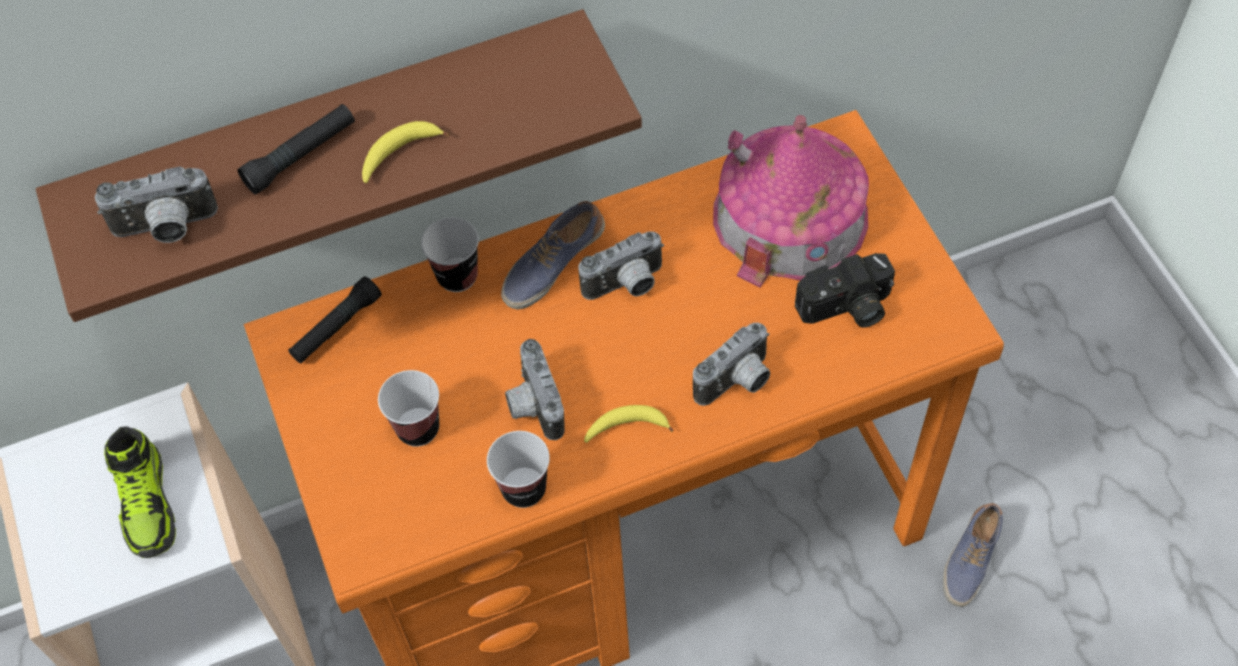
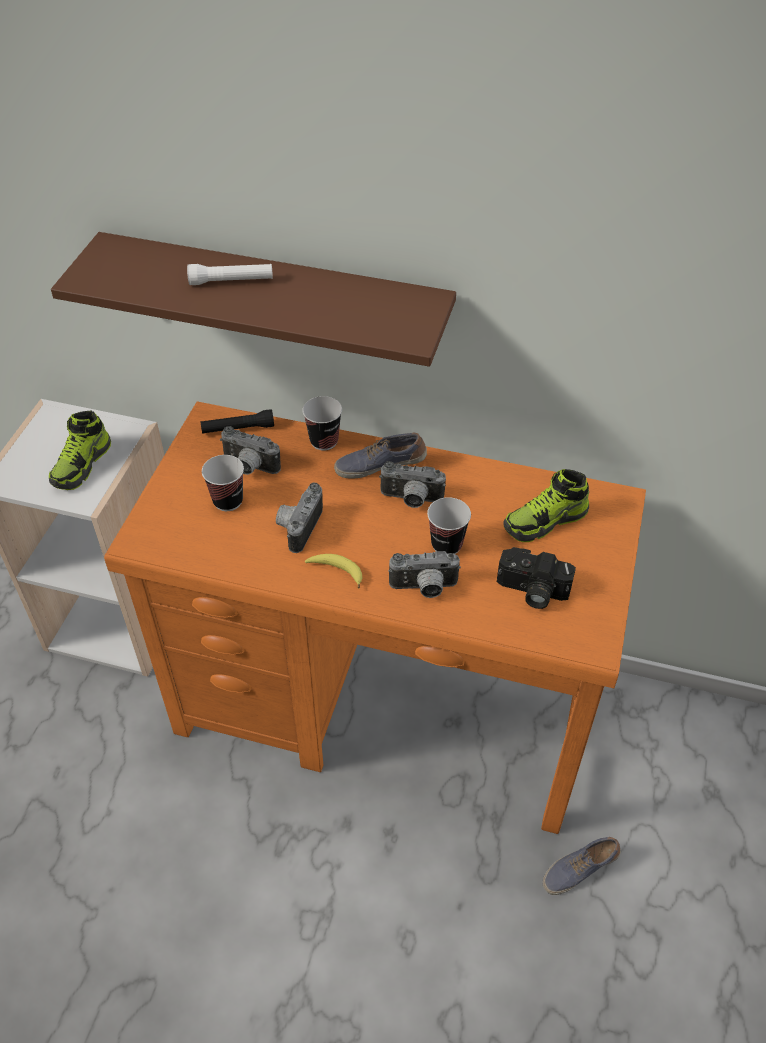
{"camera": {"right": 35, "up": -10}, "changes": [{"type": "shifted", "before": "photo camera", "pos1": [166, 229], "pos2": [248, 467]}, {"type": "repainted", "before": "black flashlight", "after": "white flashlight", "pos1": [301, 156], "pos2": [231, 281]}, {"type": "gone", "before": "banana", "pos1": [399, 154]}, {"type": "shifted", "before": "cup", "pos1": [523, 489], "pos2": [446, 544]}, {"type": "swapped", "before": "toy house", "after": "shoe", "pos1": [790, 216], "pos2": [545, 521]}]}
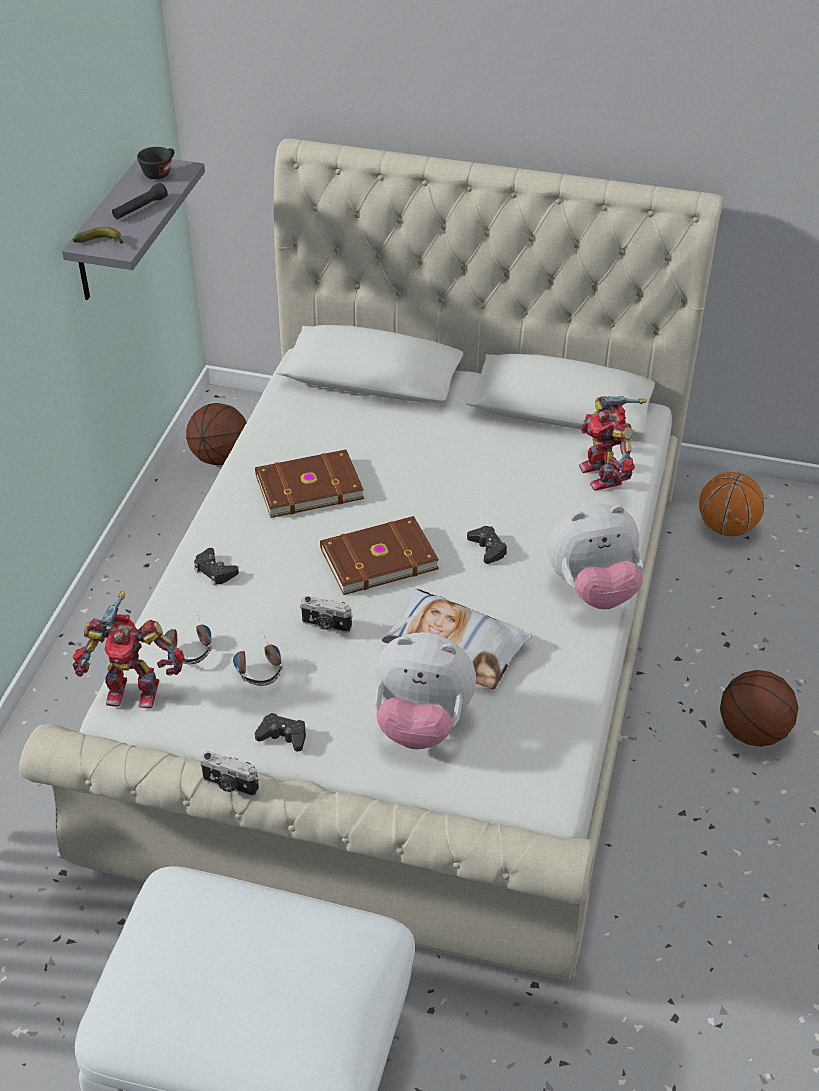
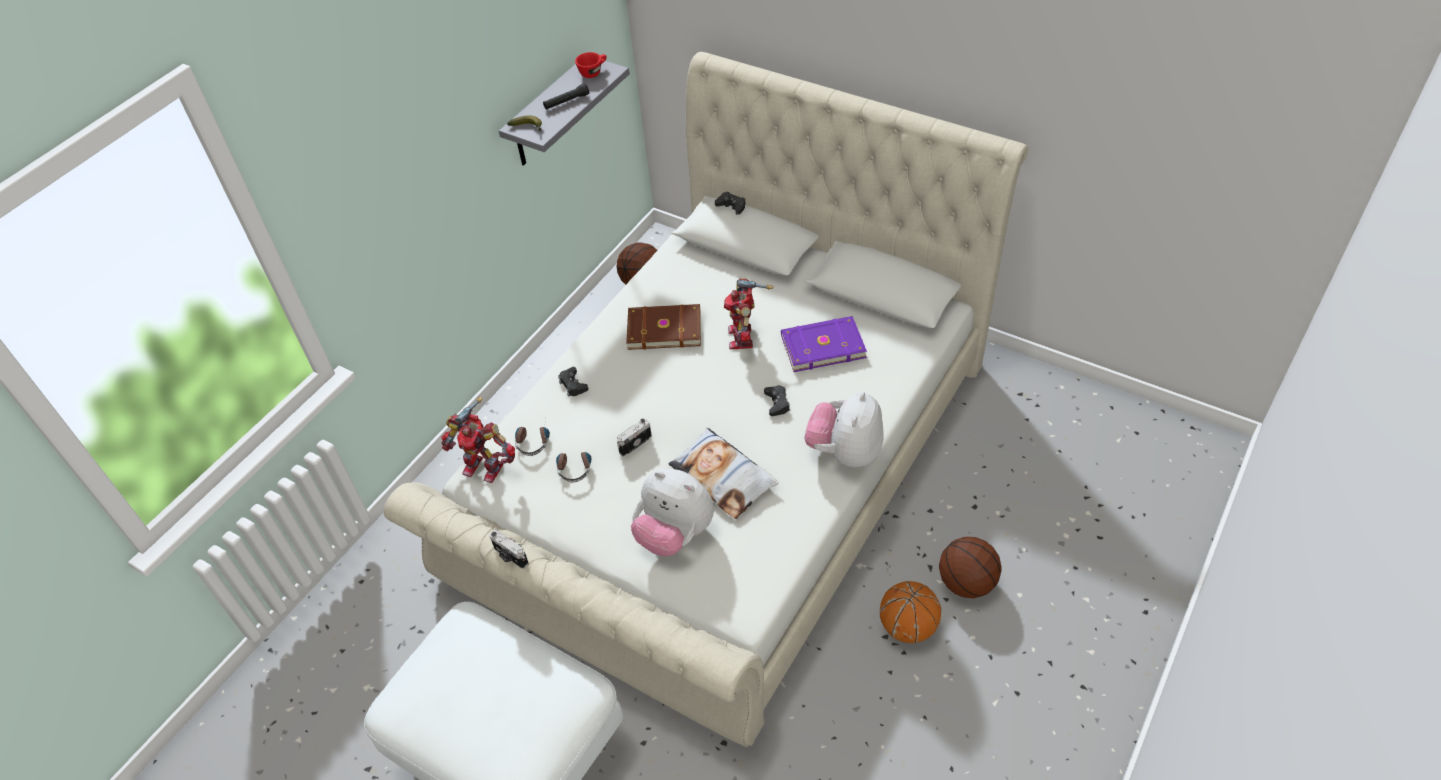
{"camera": {"right": 20, "up": 5}, "changes": [{"type": "repainted", "before": "black cup", "after": "red cup", "pos1": [160, 172], "pos2": [593, 72]}, {"type": "shifted", "before": "black game controller", "pos1": [283, 736], "pos2": [731, 206]}, {"type": "rotated", "before": "photo camera", "pos1": [326, 625], "pos2": [634, 443], "turn": 105}, {"type": "gone", "before": "brown book", "pos1": [377, 558]}, {"type": "rotated", "before": "plush toy", "pos1": [593, 589], "pos2": [845, 452], "turn": 105}, {"type": "shifted", "before": "toy robot", "pos1": [603, 474], "pos2": [743, 337]}, {"type": "shifted", "before": "basketball", "pos1": [726, 527], "pos2": [908, 627]}, {"type": "new", "after": "purple book", "pos2": [822, 345]}]}
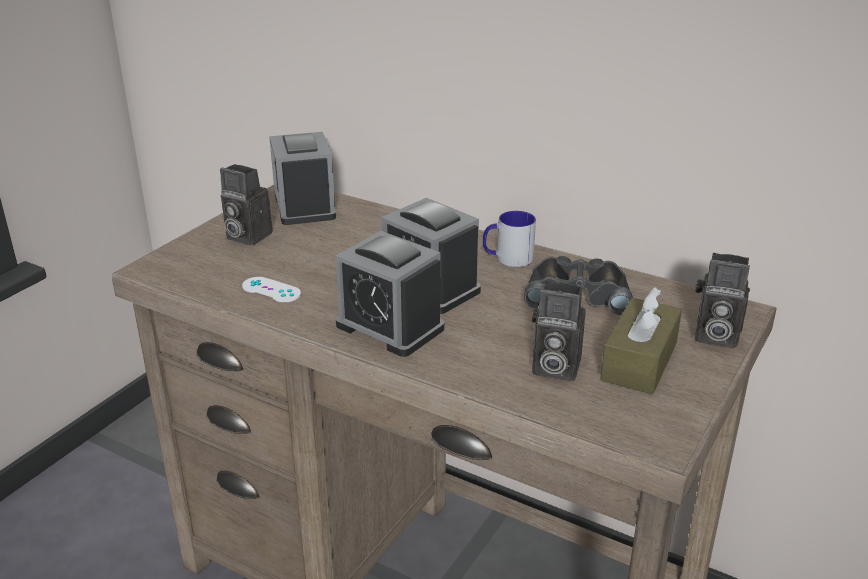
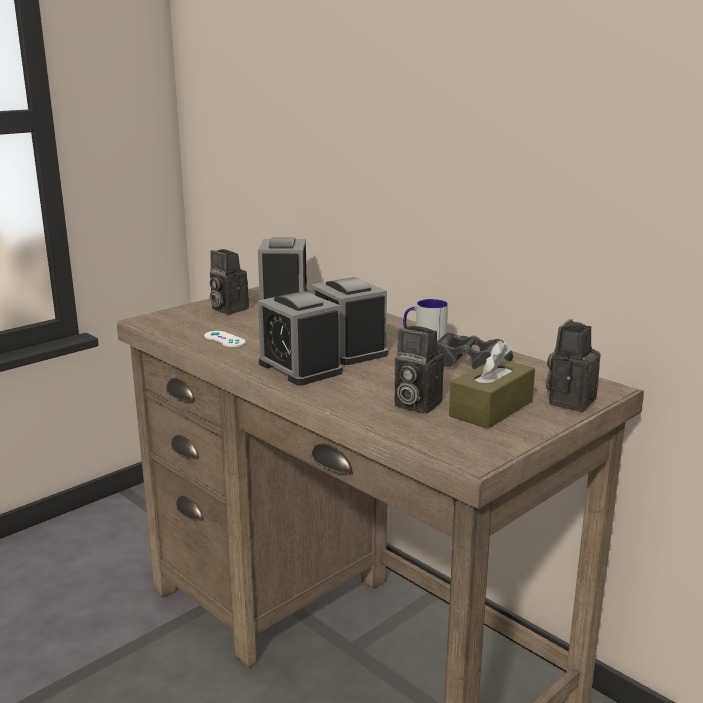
{"camera": {"right": 15, "up": -10}, "changes": [{"type": "rotated", "before": "photo camera", "pos1": [713, 336], "pos2": [569, 400], "turn": 90}]}
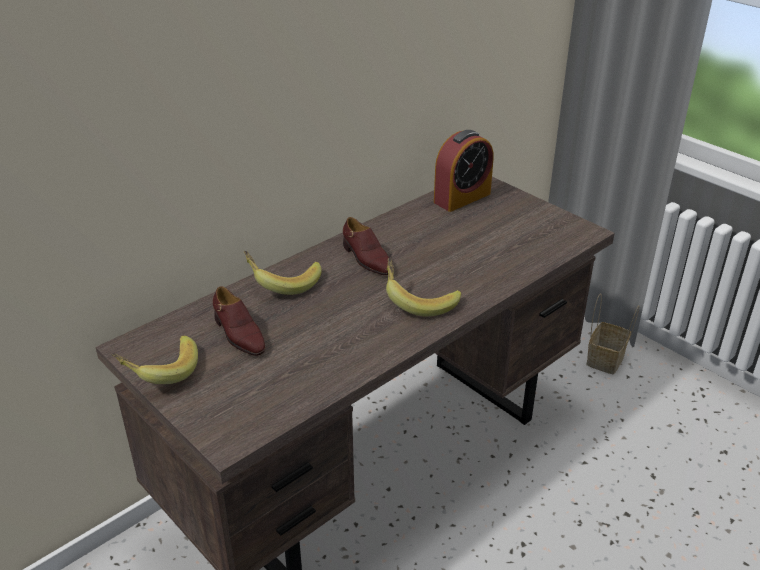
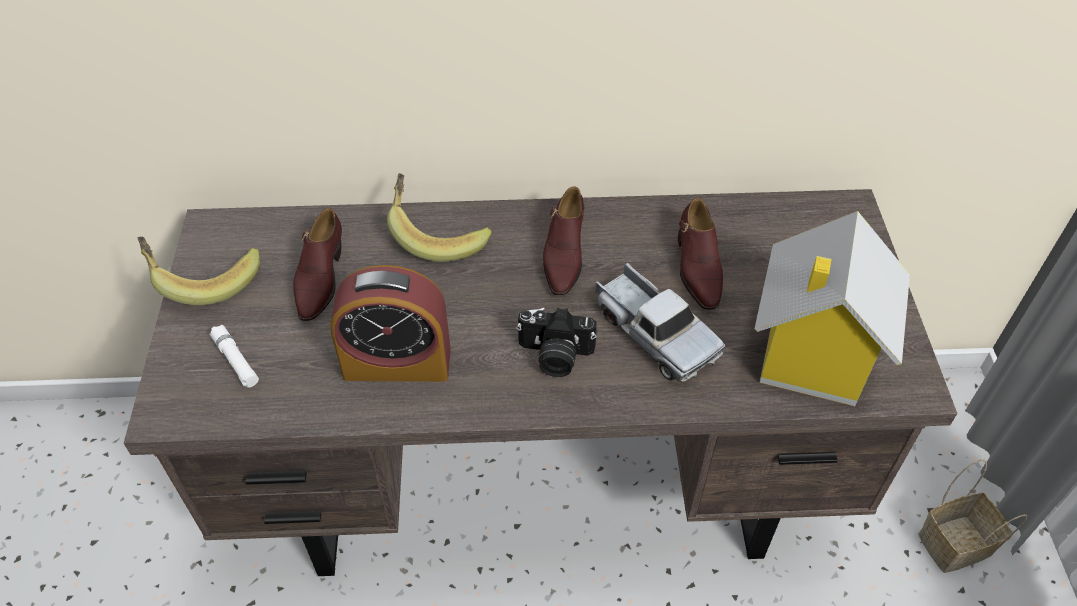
{"camera": {"right": 40, "up": 15}, "changes": [{"type": "swapped", "before": "banana", "after": "photo camera", "pos1": [418, 300], "pos2": [554, 356]}, {"type": "shifted", "before": "alarm clock", "pos1": [462, 198], "pos2": [397, 362]}, {"type": "new", "after": "white flashlight", "pos2": [235, 360]}, {"type": "new", "after": "toy truck", "pos2": [654, 333]}, {"type": "new", "after": "brown shoe", "pos2": [697, 268]}, {"type": "new", "after": "toy house", "pos2": [811, 355]}]}
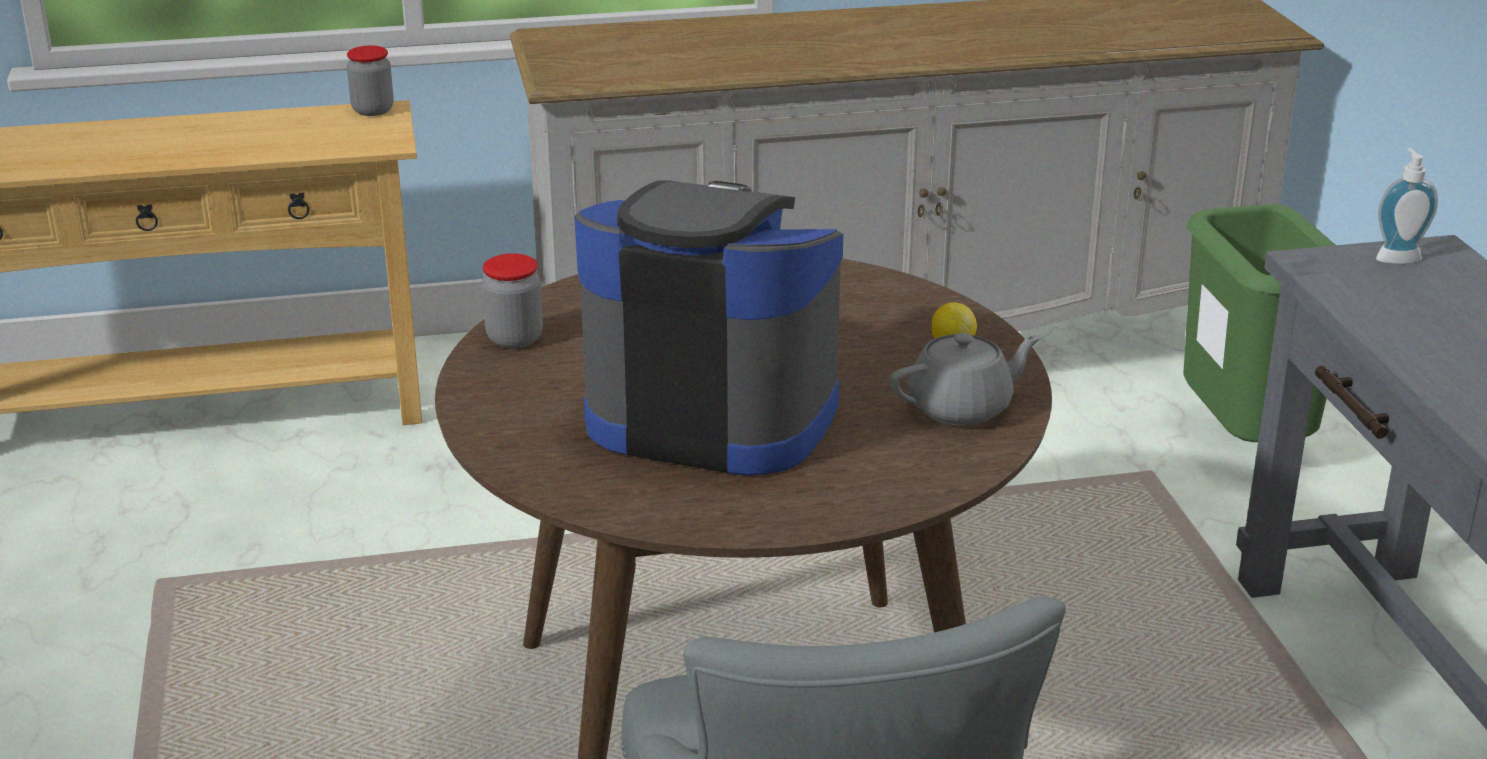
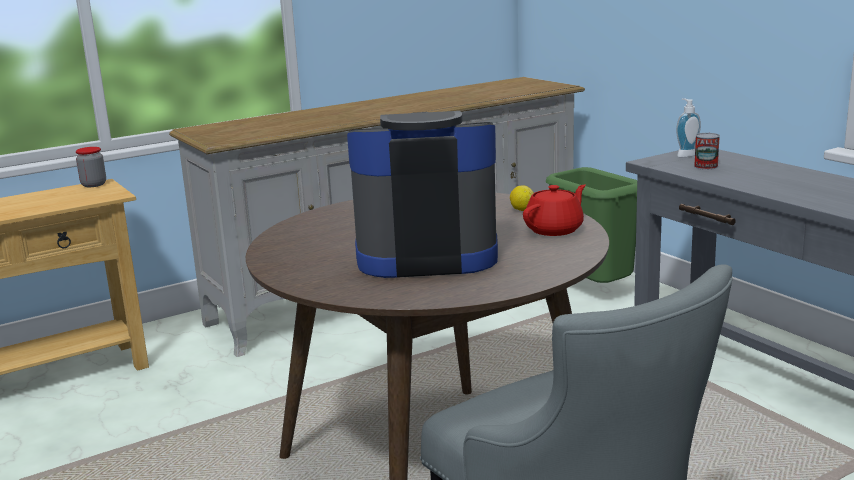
{"camera": {"right": -20, "up": -10}, "changes": [{"type": "gone", "before": "jar", "pos1": [515, 339]}, {"type": "repainted", "before": "grey teapot", "after": "red teapot", "pos1": [962, 408], "pos2": [555, 230]}, {"type": "new", "after": "can", "pos2": [706, 166]}]}
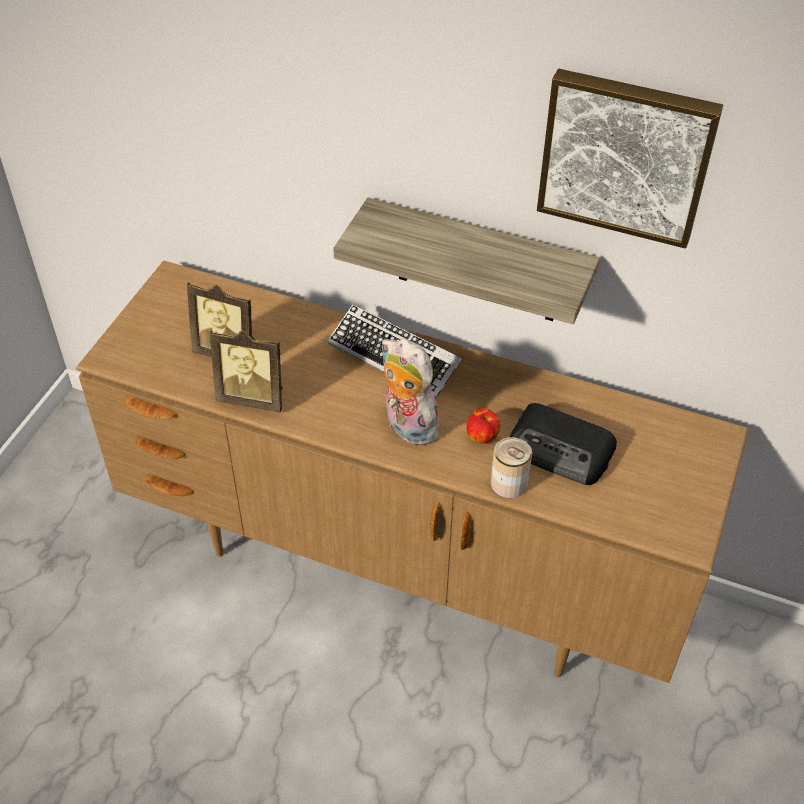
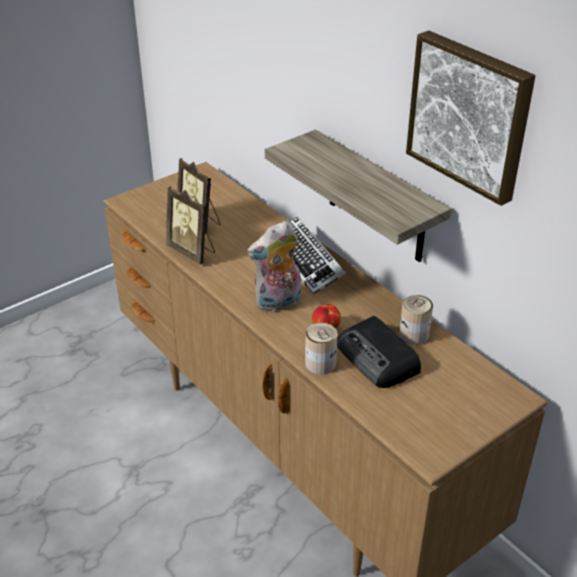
{"camera": {"right": 30, "up": -10}, "changes": [{"type": "rotated", "before": "plush toy", "pos1": [406, 426], "pos2": [278, 303], "turn": -105}, {"type": "new", "after": "can", "pos2": [414, 334]}]}
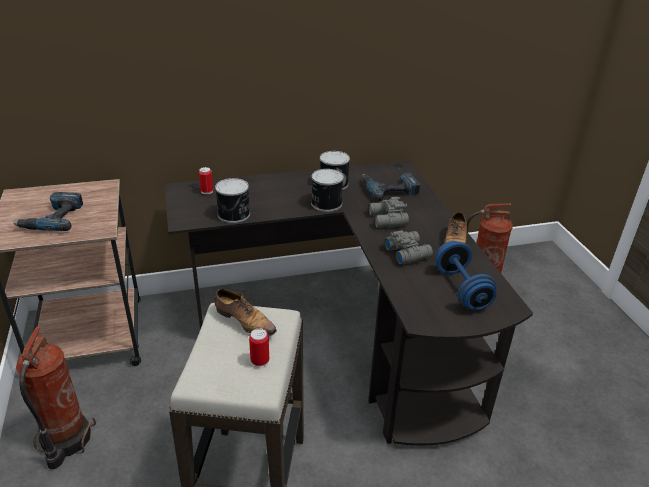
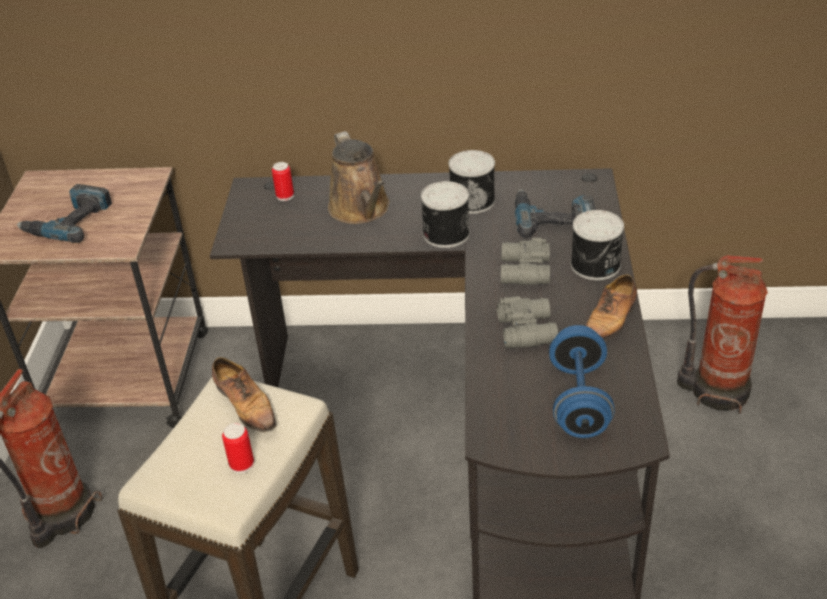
{"camera": {"right": 20, "up": 5}, "changes": [{"type": "shifted", "before": "can", "pos1": [234, 214], "pos2": [596, 265]}, {"type": "new", "after": "brown watering can", "pos2": [361, 210]}]}
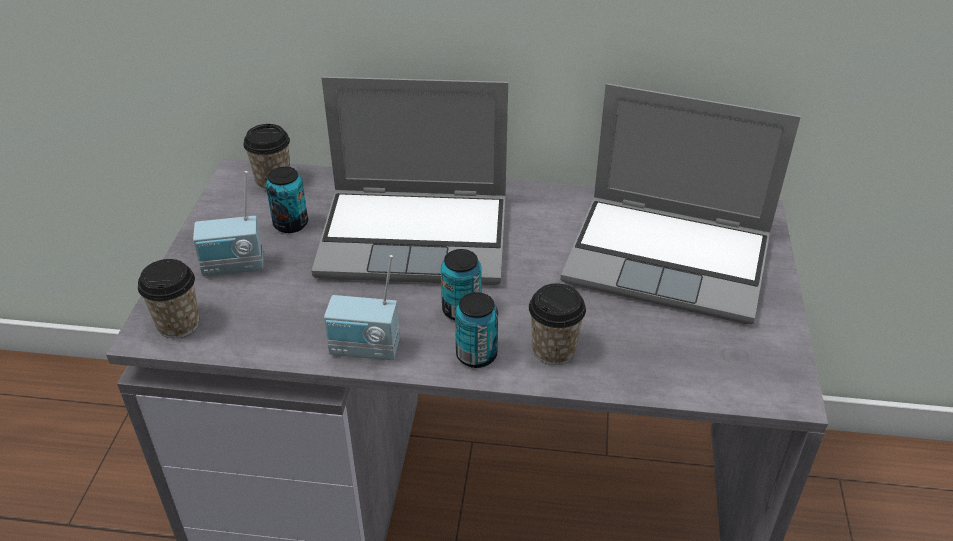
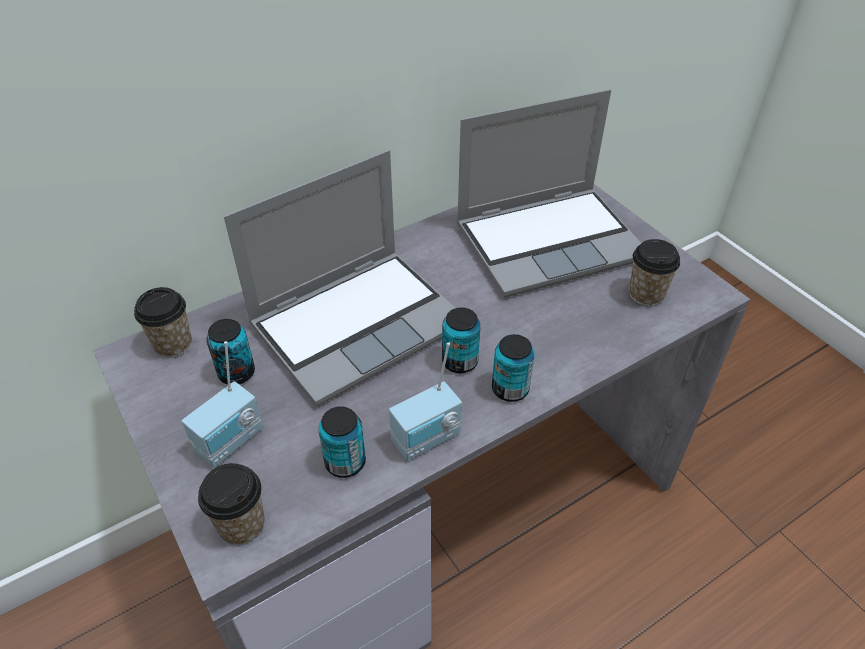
{"camera": {"right": -40, "up": 5}, "changes": [{"type": "shifted", "before": "cup", "pos1": [553, 350], "pos2": [646, 294]}, {"type": "new", "after": "can", "pos2": [345, 462]}]}
